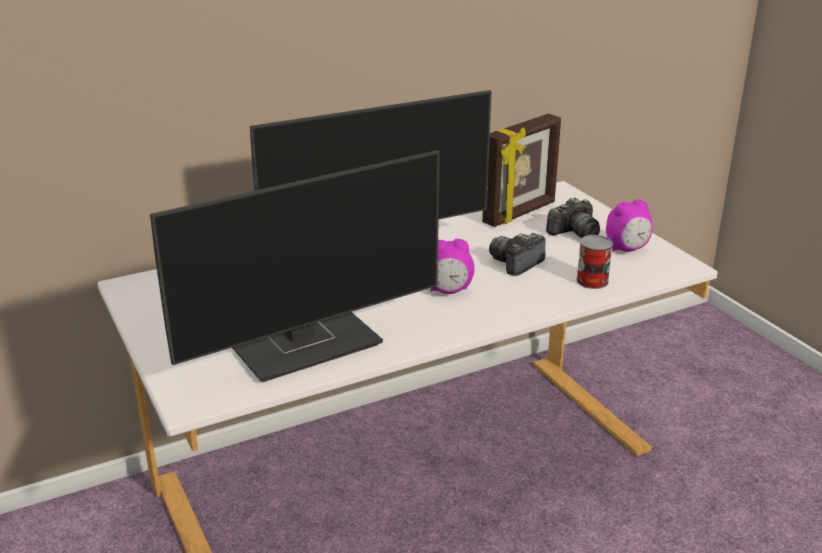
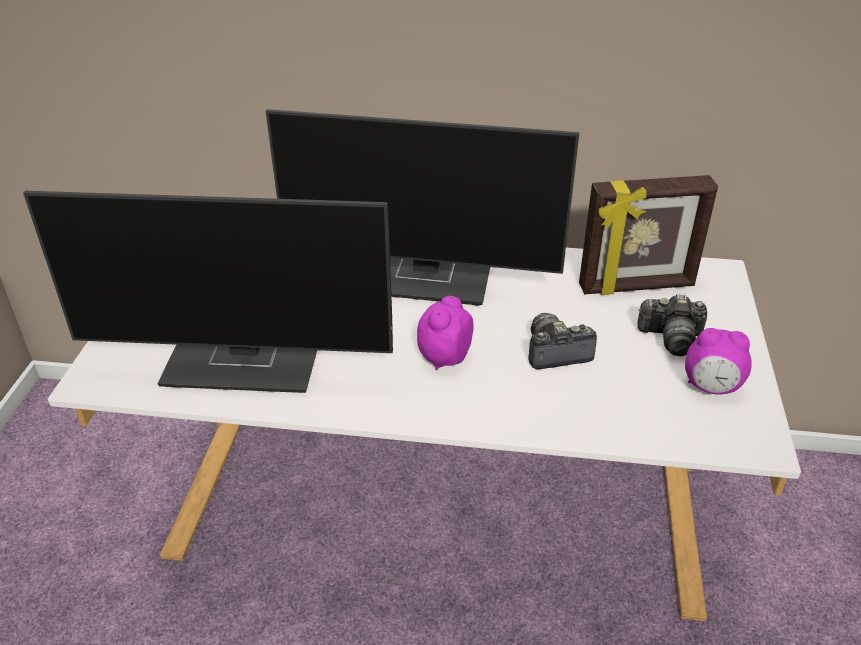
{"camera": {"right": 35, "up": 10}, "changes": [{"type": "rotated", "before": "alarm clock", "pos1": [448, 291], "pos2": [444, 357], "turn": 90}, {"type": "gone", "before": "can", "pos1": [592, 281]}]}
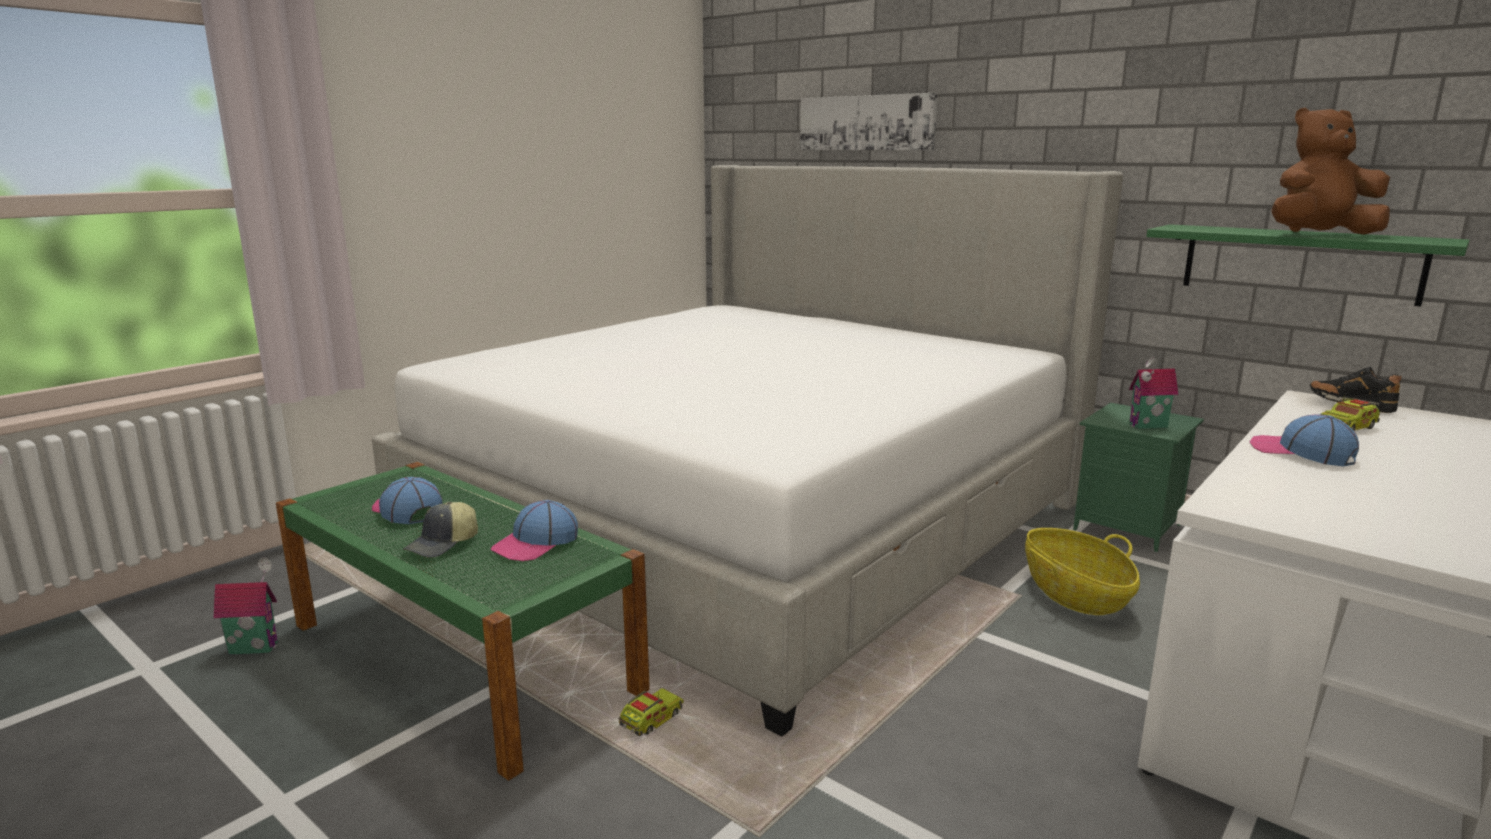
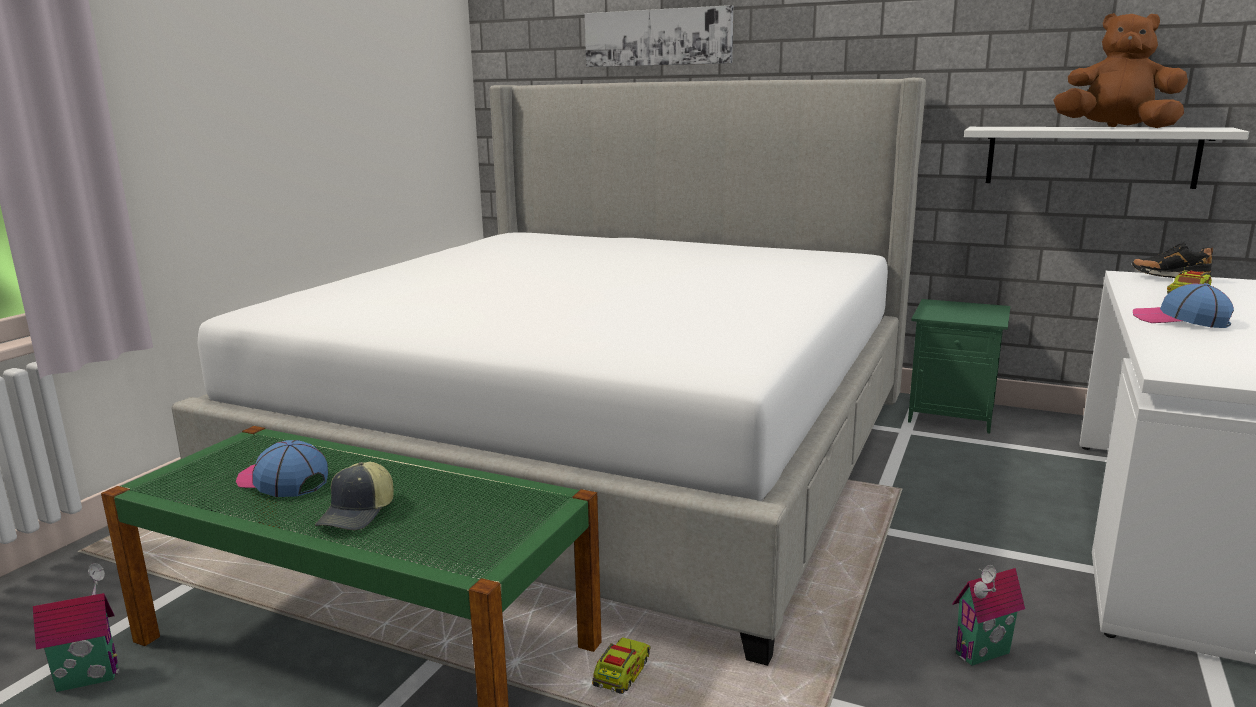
{"camera": {"right": -15, "up": 0}, "changes": [{"type": "gone", "before": "cap", "pos1": [536, 543]}, {"type": "gone", "before": "basket", "pos1": [1075, 594]}, {"type": "shifted", "before": "toy house", "pos1": [1149, 426], "pos2": [984, 655]}, {"type": "repainted", "before": "green shelf", "after": "white shelf", "pos1": [1299, 263], "pos2": [1090, 156]}, {"type": "rotated", "before": "brown plush toy", "pos1": [1320, 234], "pos2": [1116, 128], "turn": 45}]}
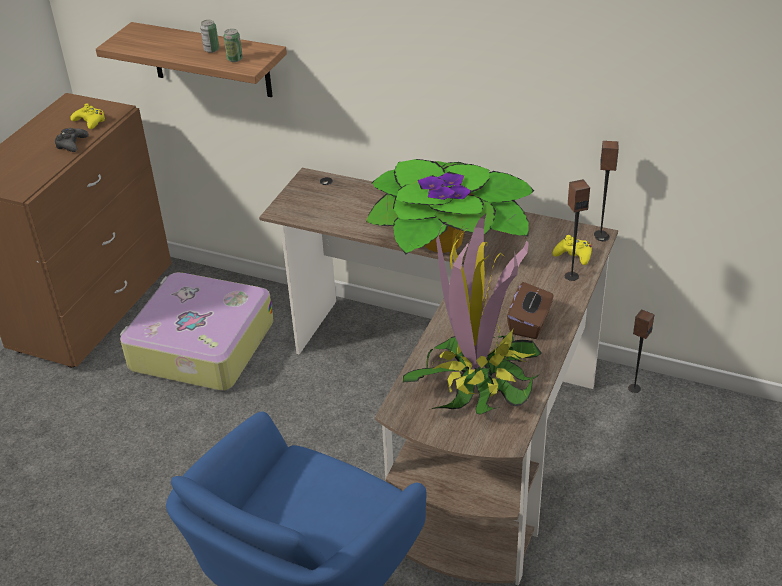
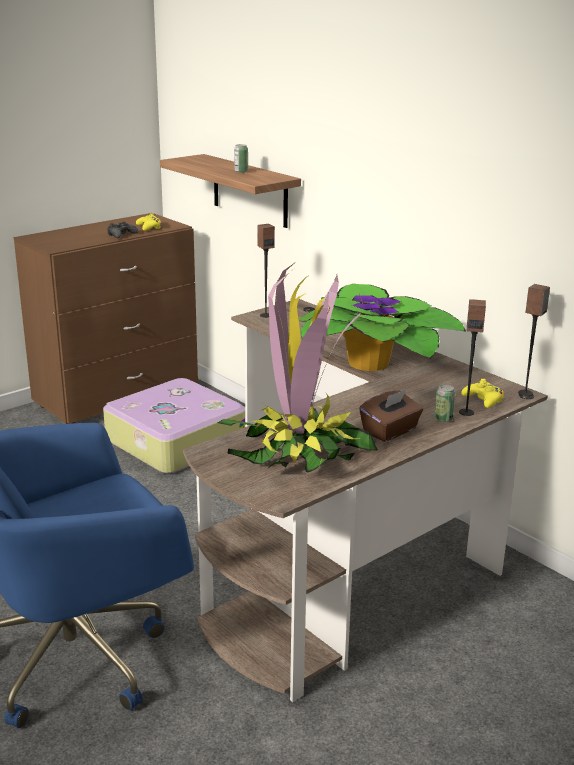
{"camera": {"right": 25, "up": -15}, "changes": [{"type": "shifted", "before": "can", "pos1": [235, 59], "pos2": [443, 419]}, {"type": "shifted", "before": "speaker", "pos1": [634, 388], "pos2": [265, 315]}]}
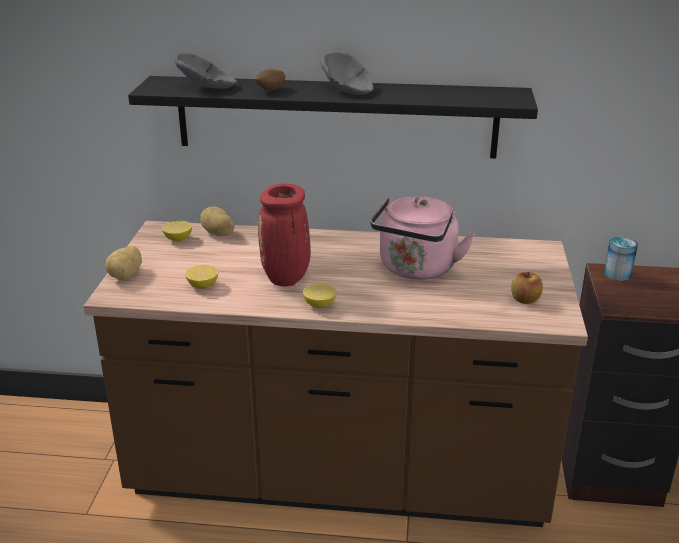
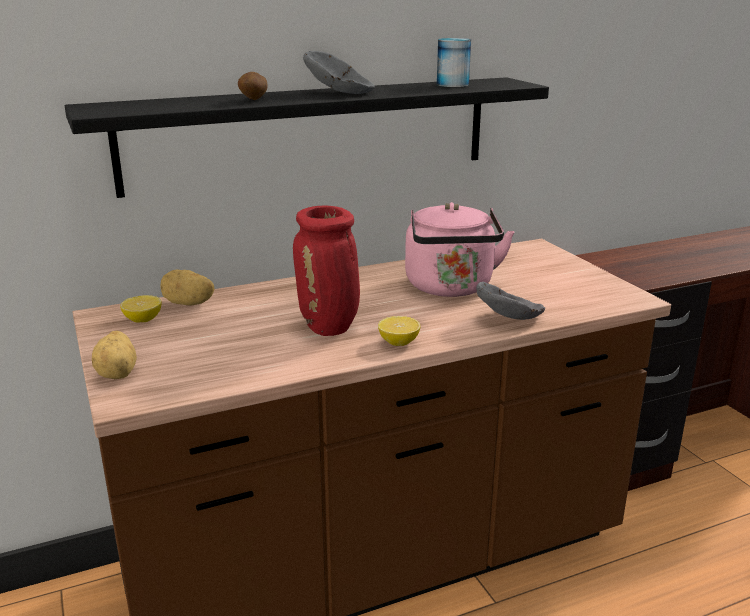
{"camera": {"right": -30, "up": -5}, "changes": [{"type": "shifted", "before": "grey bowl", "pos1": [208, 87], "pos2": [512, 318]}, {"type": "gone", "before": "lemon", "pos1": [203, 286]}, {"type": "gone", "before": "apple", "pos1": [525, 300]}, {"type": "shifted", "before": "can", "pos1": [617, 274], "pos2": [452, 84]}]}
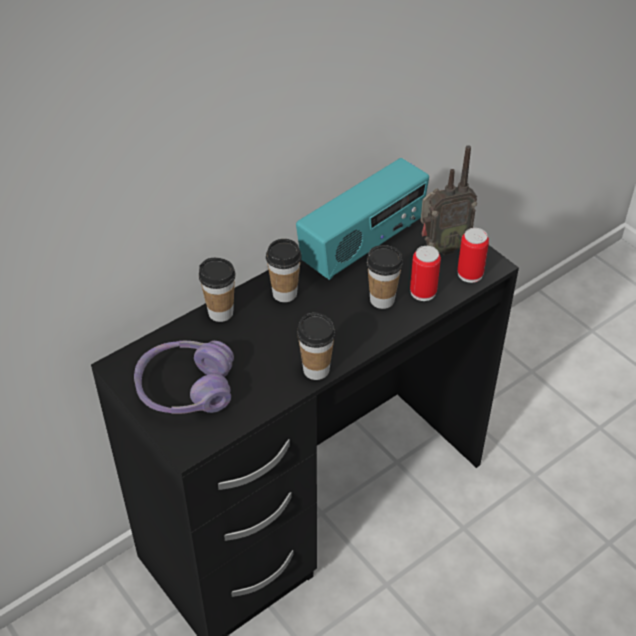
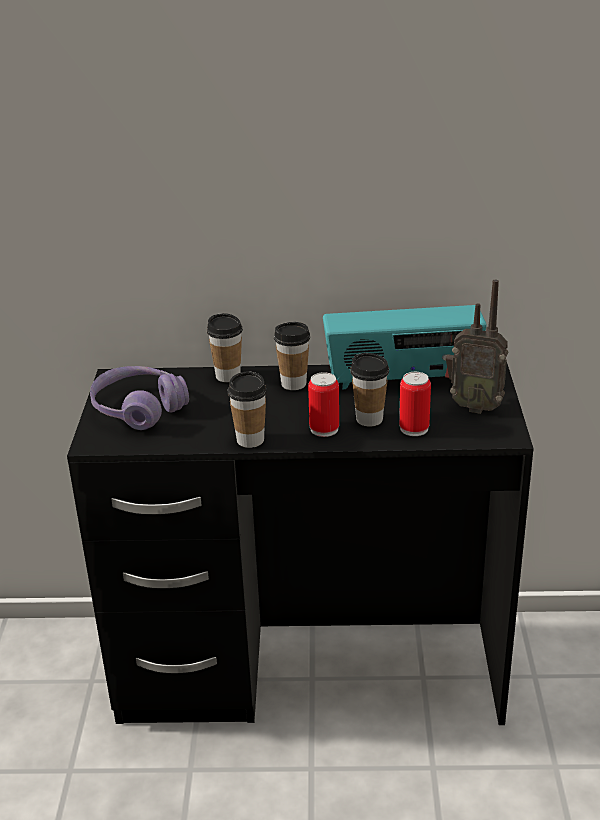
{"camera": {"right": 40, "up": -15}, "changes": [{"type": "shifted", "before": "can", "pos1": [470, 274], "pos2": [324, 429]}]}
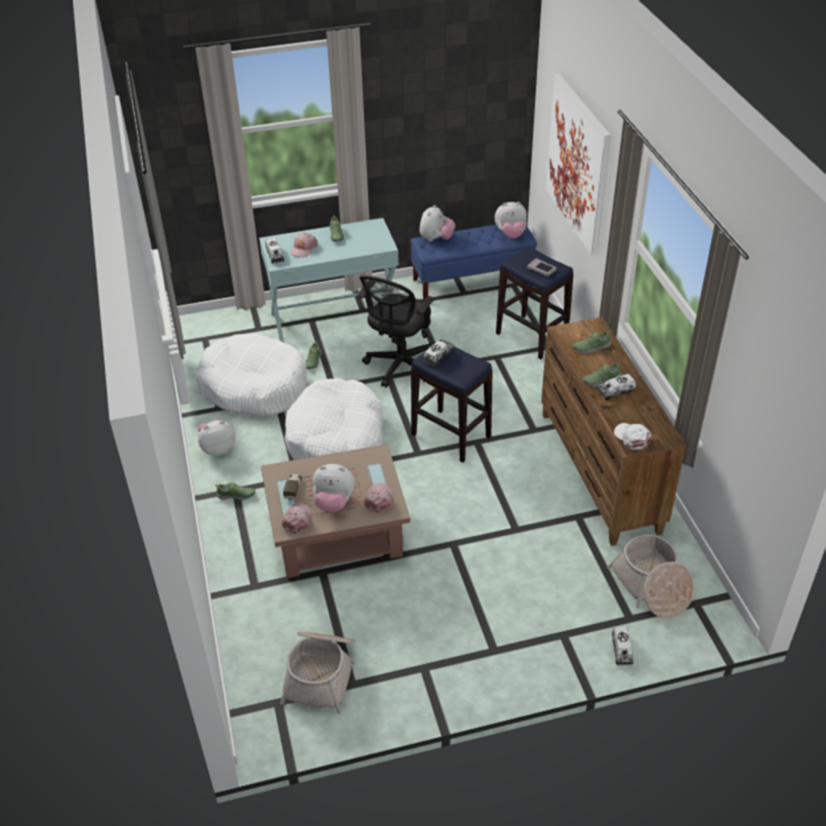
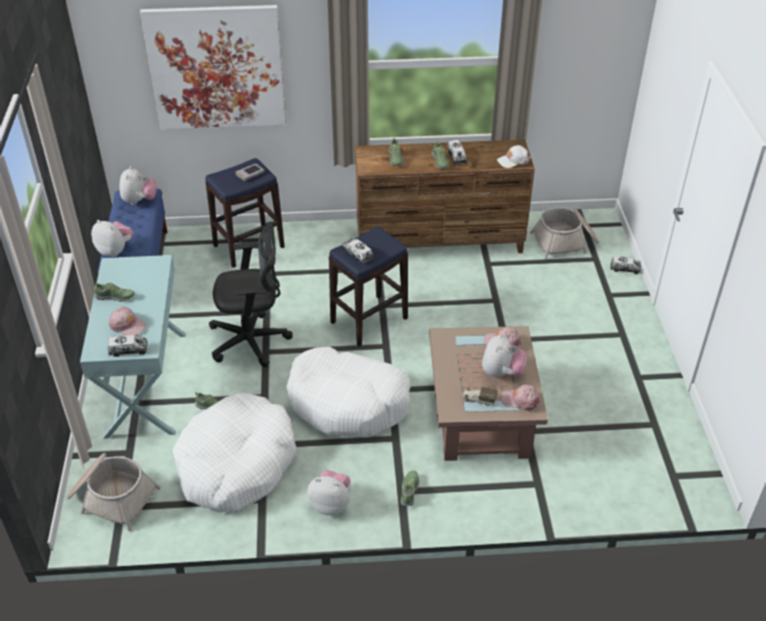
{"camera": {"right": -80, "up": 0}, "changes": [{"type": "rotated", "before": "plush toy", "pos1": [217, 448], "pos2": [331, 504], "turn": 120}, {"type": "shifted", "before": "basket", "pos1": [321, 673], "pos2": [112, 497]}, {"type": "rotated", "before": "black office chair", "pos1": [400, 366], "pos2": [252, 341], "turn": -45}]}
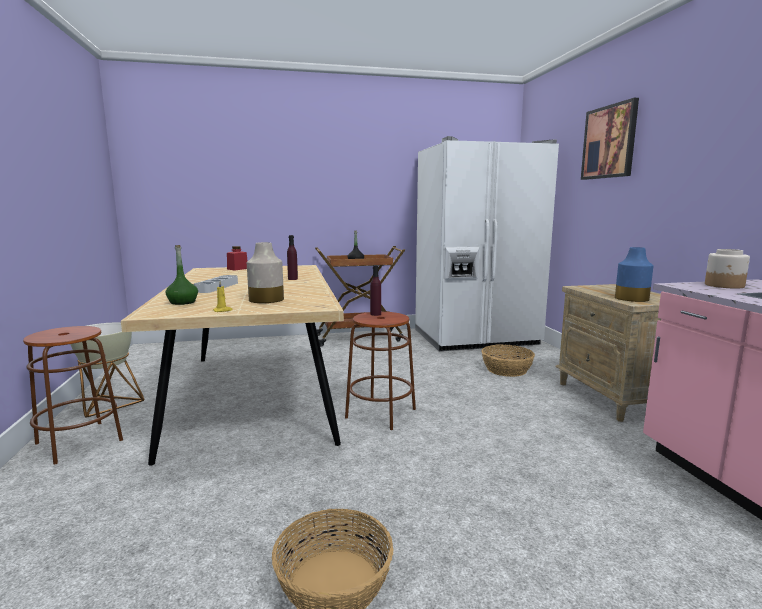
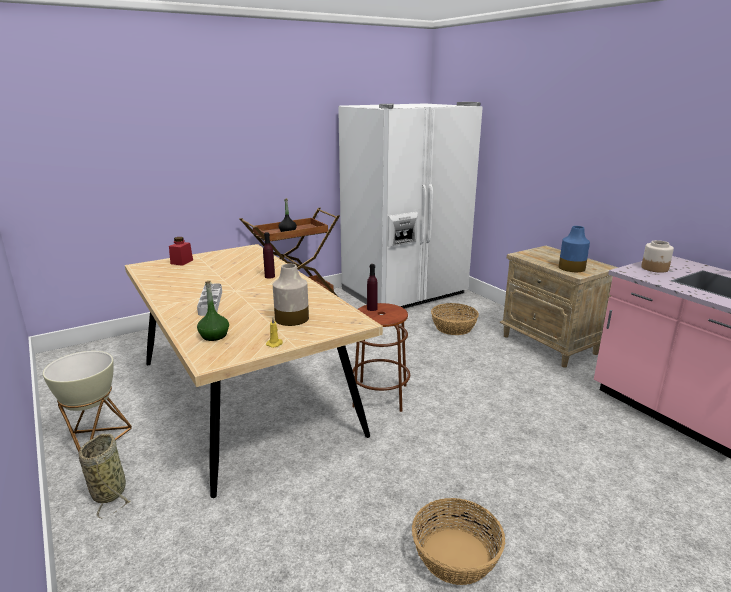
{"camera": {"right": -20, "up": 10}, "changes": [{"type": "swapped", "before": "brown stool", "after": "basket", "pos1": [79, 441], "pos2": [109, 491]}, {"type": "gone", "before": "picture", "pos1": [609, 142]}]}
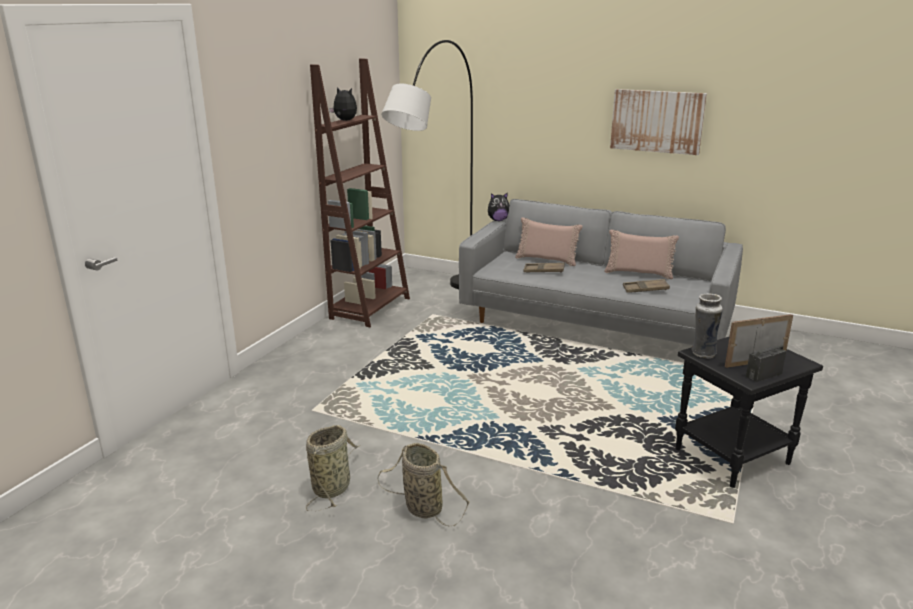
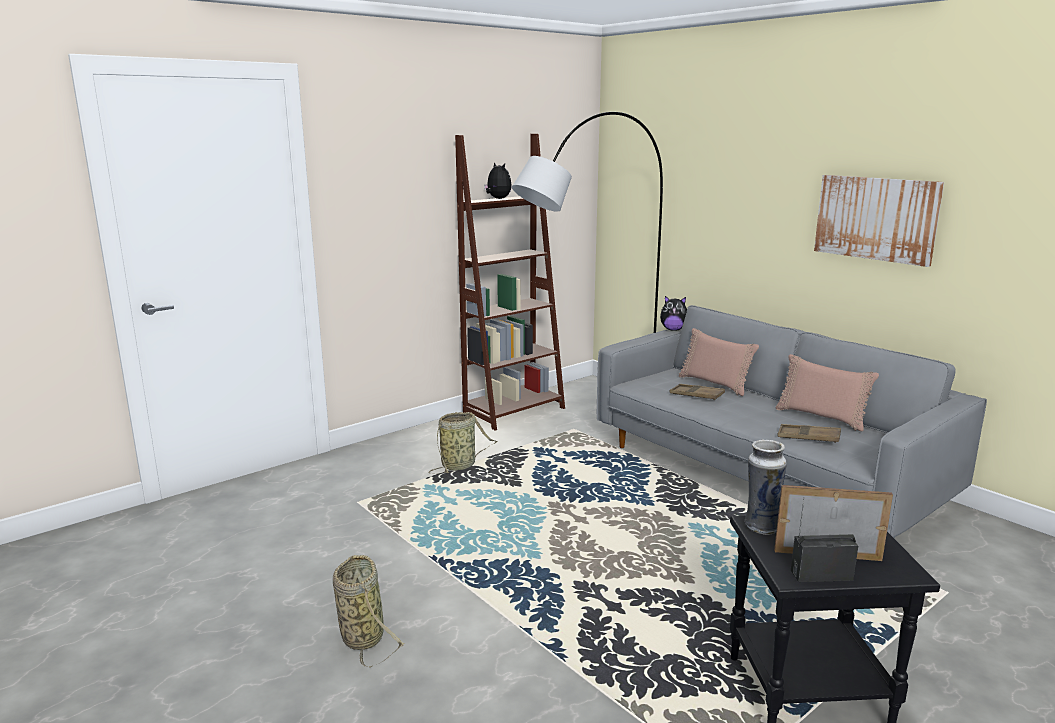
{"camera": {"right": 25, "up": -5}, "changes": [{"type": "shifted", "before": "basket", "pos1": [333, 487], "pos2": [460, 465]}]}
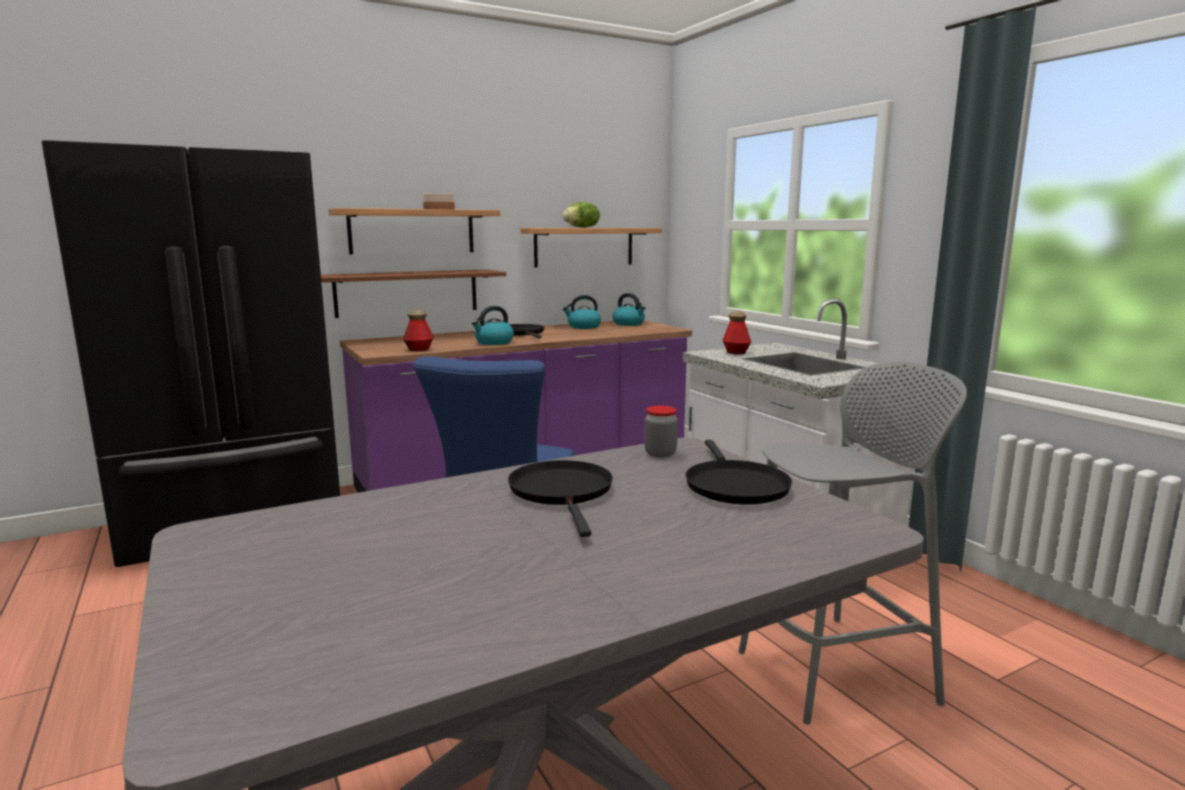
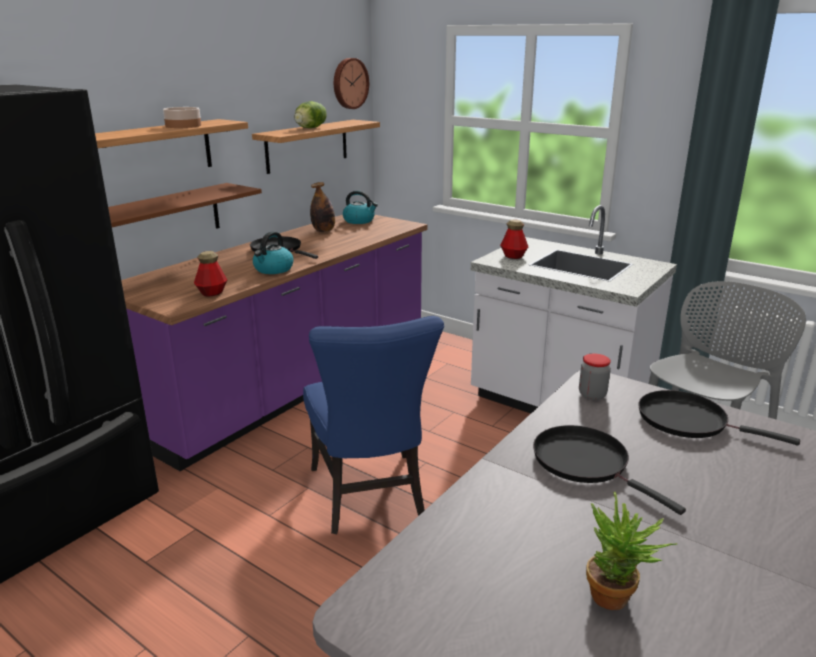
{"camera": {"right": -25, "up": 10}, "changes": [{"type": "swapped", "before": "kettle", "after": "bottle", "pos1": [583, 327], "pos2": [323, 231]}, {"type": "rotated", "before": "black frying pan", "pos1": [734, 485], "pos2": [688, 421], "turn": 150}, {"type": "new", "after": "wall clock", "pos2": [349, 83]}, {"type": "new", "after": "potted plant", "pos2": [617, 600]}]}
